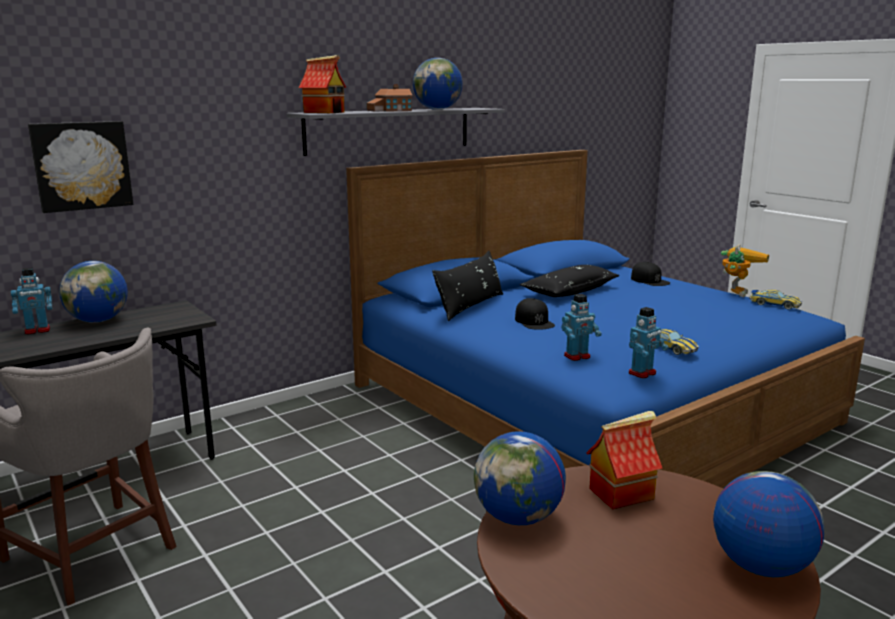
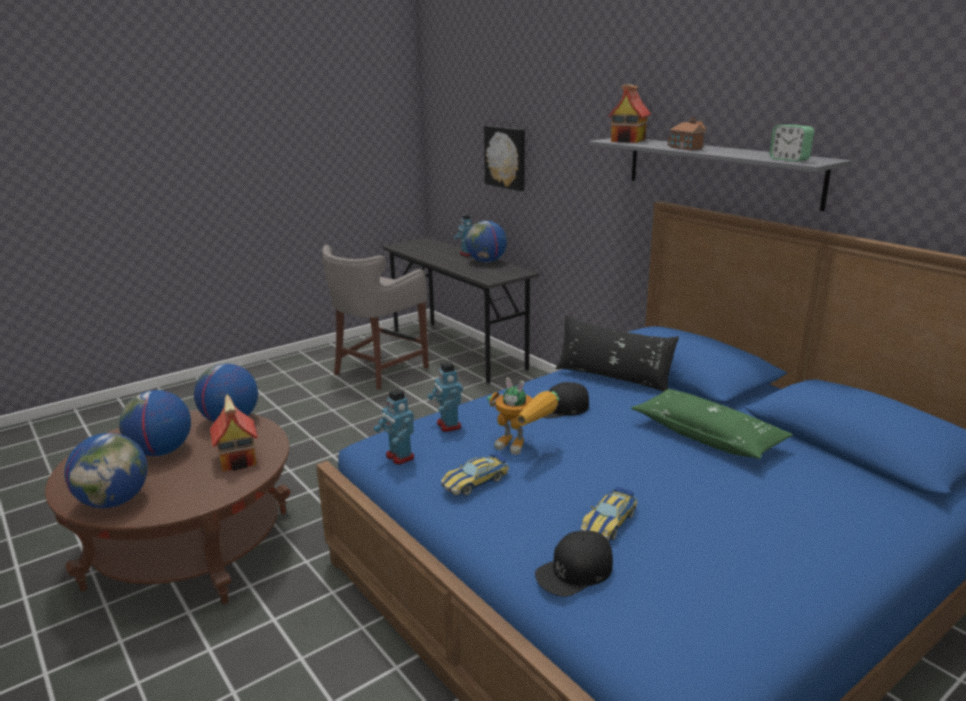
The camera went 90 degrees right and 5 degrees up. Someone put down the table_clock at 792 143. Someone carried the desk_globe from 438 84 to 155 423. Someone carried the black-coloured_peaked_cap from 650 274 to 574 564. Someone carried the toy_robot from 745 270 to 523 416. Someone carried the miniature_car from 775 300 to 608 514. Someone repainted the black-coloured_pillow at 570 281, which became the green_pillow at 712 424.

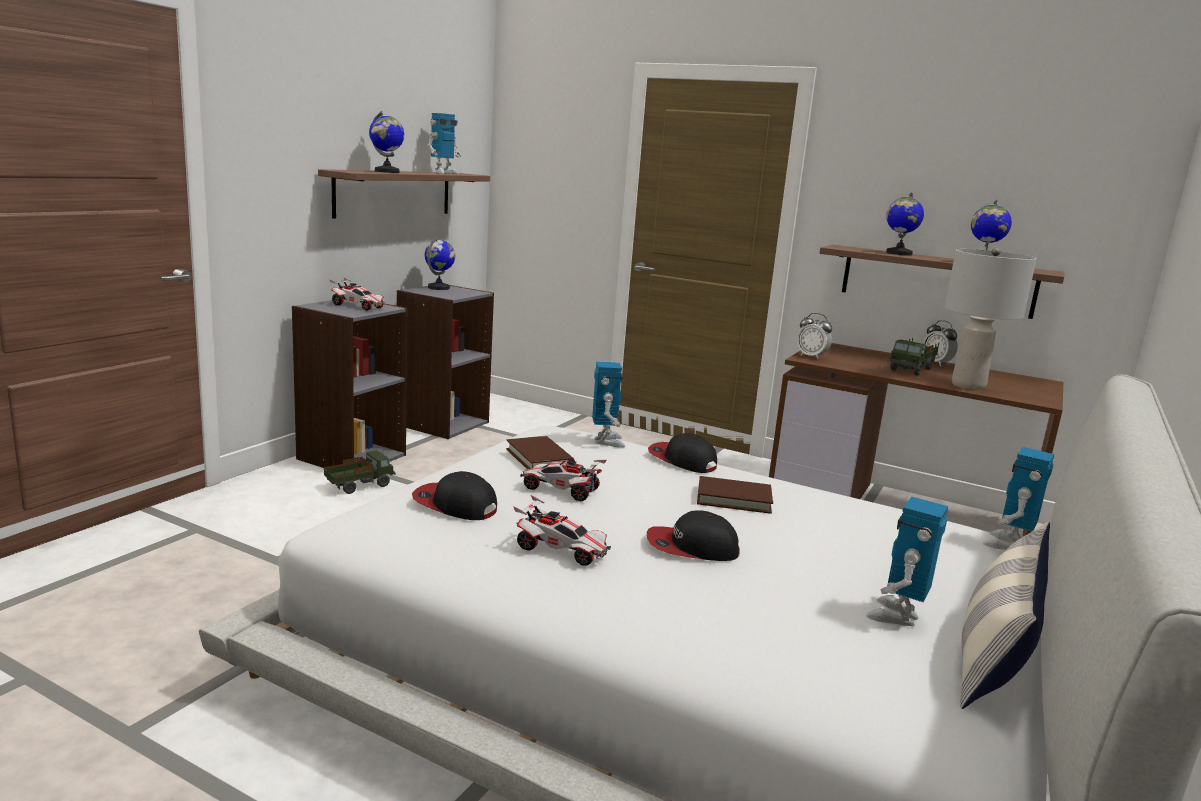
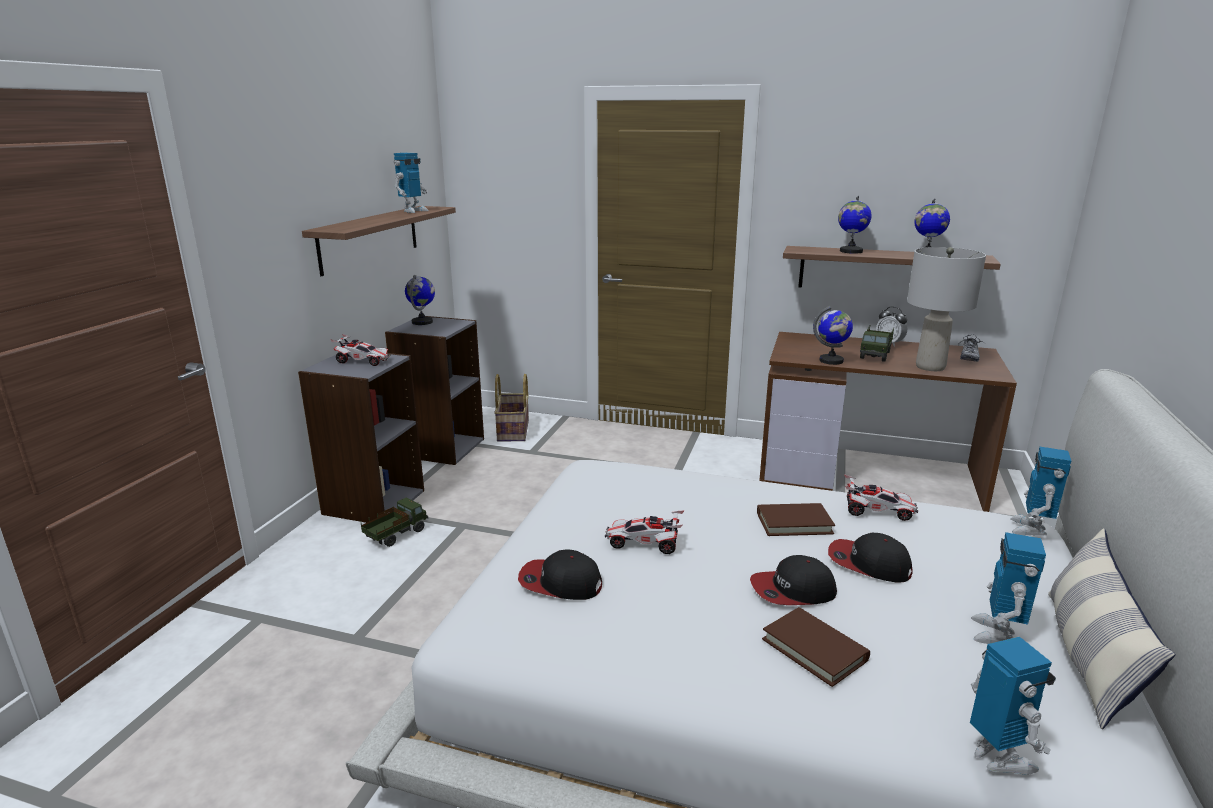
The camera went 10 degrees left and 5 degrees up. Someone took away the table_clock at 814 336. Someone put down the household_basket at 511 408. Someone put down the low_shoe at 971 348. Someone carried the desk_globe from 386 142 to 833 335. Someone carried the brown_volume from 540 452 to 816 647. Someone carried the miniature_car from 562 530 to 881 497. Someone carried the toy_robot from 608 404 to 1013 706. Someone carried the peaked_cap from 682 453 to 870 558.

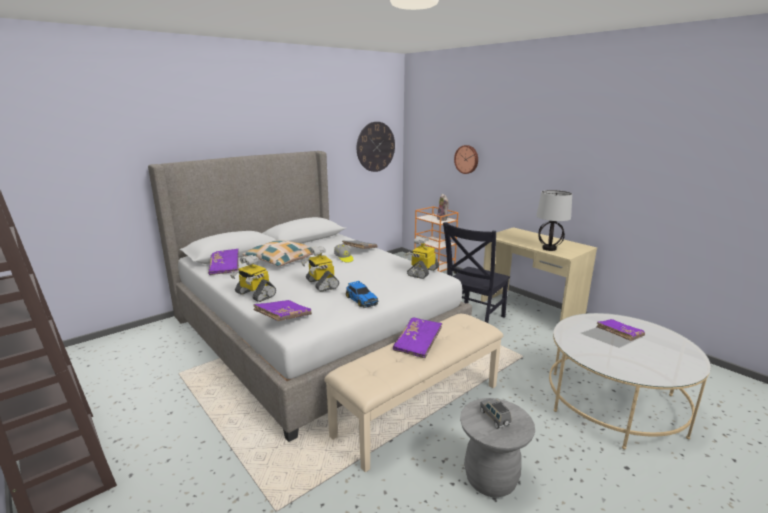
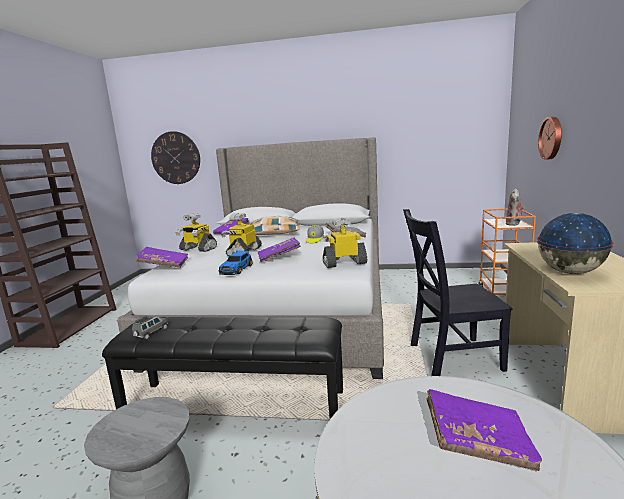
The camera went 50 degrees right and 5 degrees down. Someone carried the clock_on_the_wall from 376 147 to 175 157. Someone carried the purplish_volume from 417 338 to 279 250. Someone carried the grey_miniature_car from 495 414 to 150 327. Someone swapped the tabletop_lamp at 554 220 for the desk_globe at 575 243. Someone repainted the sand-coloured_long_seat at 413 393, which became the black-coloured_long_seat at 222 368. Someone rotated the toy_robot at 253 278 by 60 degrees counterclockwise.

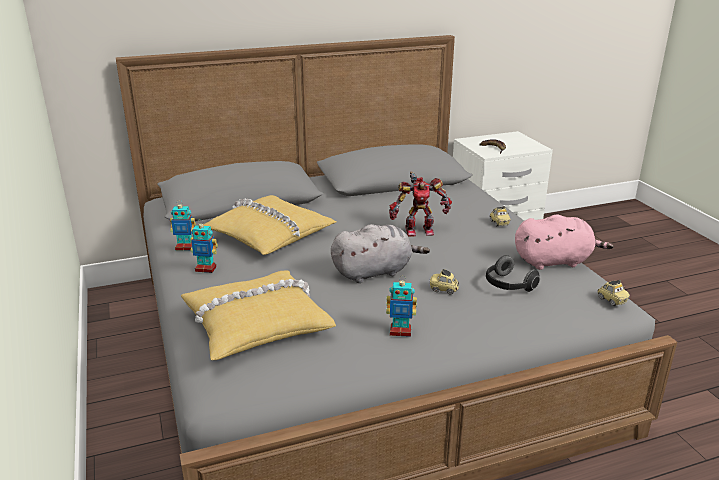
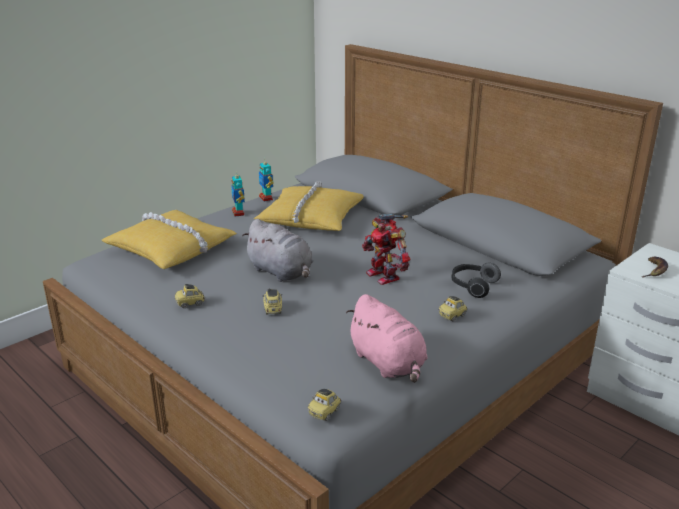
The camera went 65 degrees right and 0 degrees up. Someone carried the headphones from 513 273 to 476 280. Someone swapped the toy_robot at 401 306 for the miniature_car at 190 296.

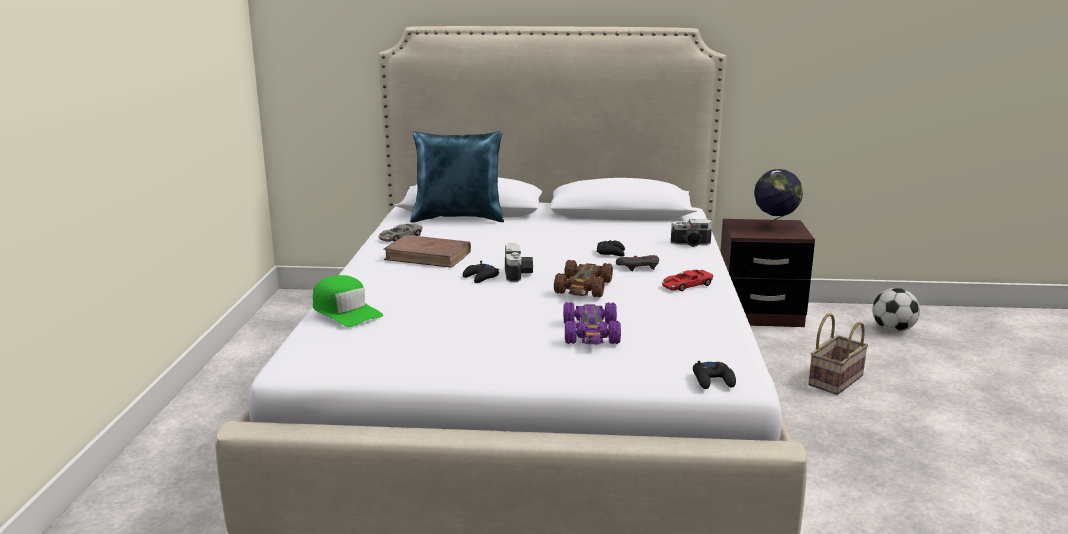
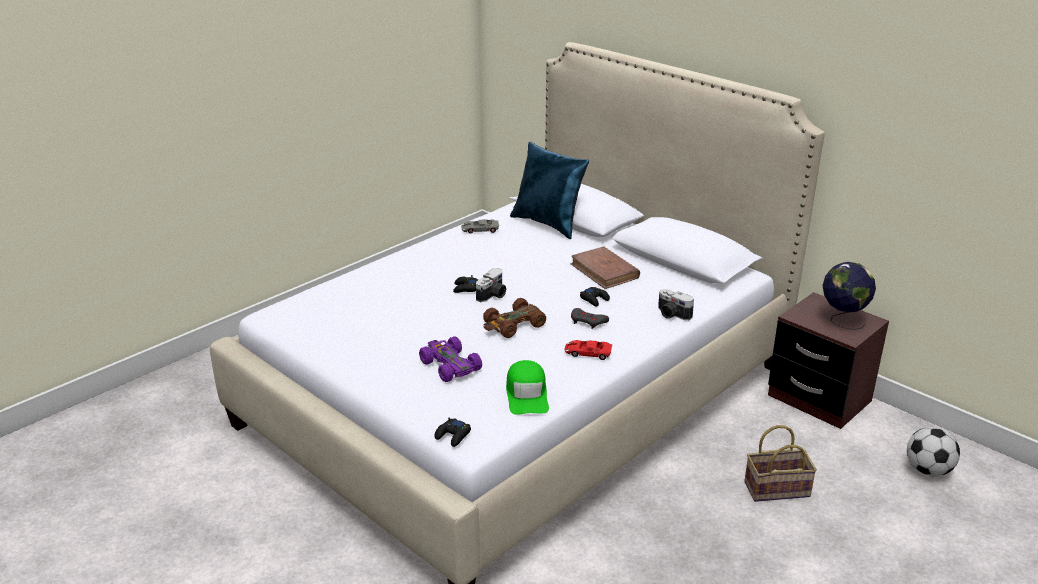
The camera went 40 degrees right and 10 degrees up. Someone carried the green_peaked_cap from 348 301 to 527 387. Someone carried the brown_volume from 427 251 to 605 267. Someone rotated the purplish_miniature_car at 592 323 by 105 degrees clockwise.

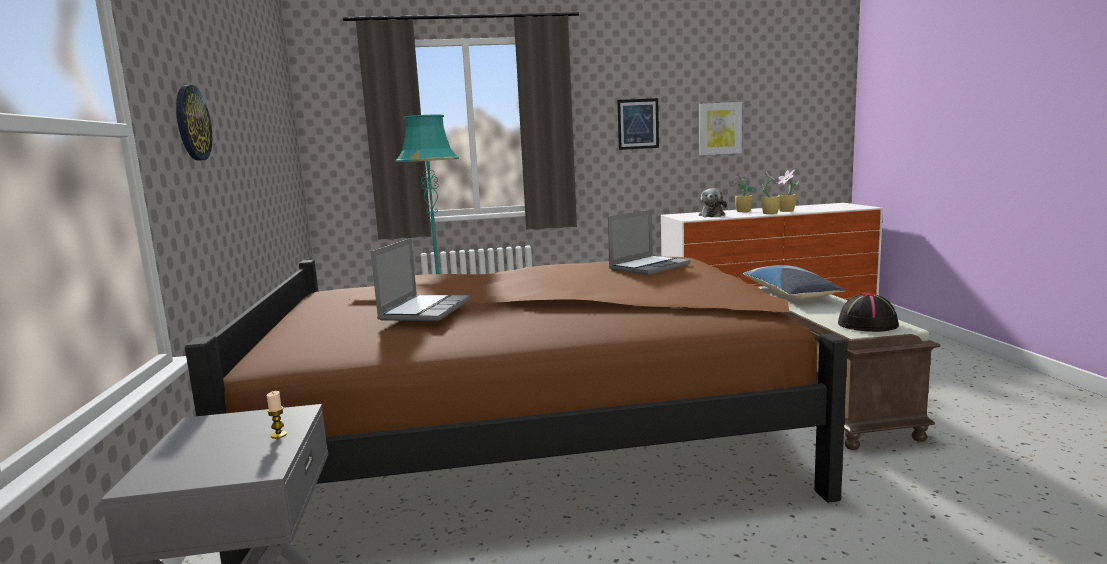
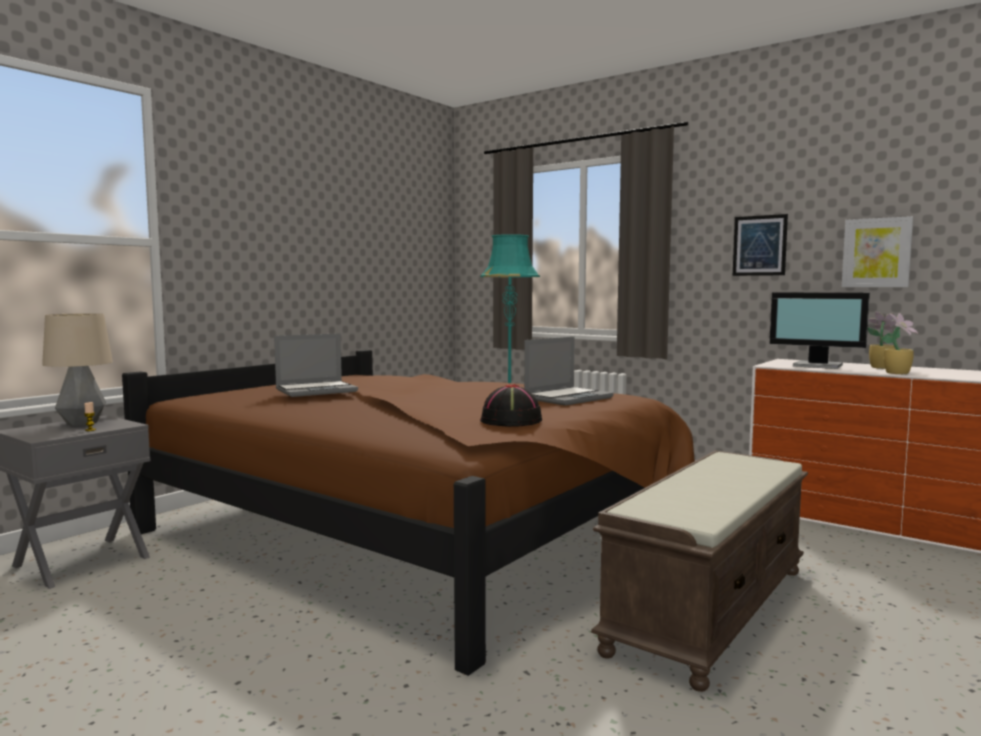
The camera went 45 degrees right and 5 degrees down. Someone took away the clock_on_the_wall at 194 123. Someone took away the pillow at 794 282. Someone took away the plant_in_a_pot at 788 191. Someone put down the tabletop_lamp at 77 369. Someone carried the black-coloured_wearable_hat from 868 312 to 511 405. Someone swapped the cuddly_toy at 713 203 for the monitor at 820 330. Someone rotated the notebook_computer at 649 242 by 45 degrees counterclockwise.

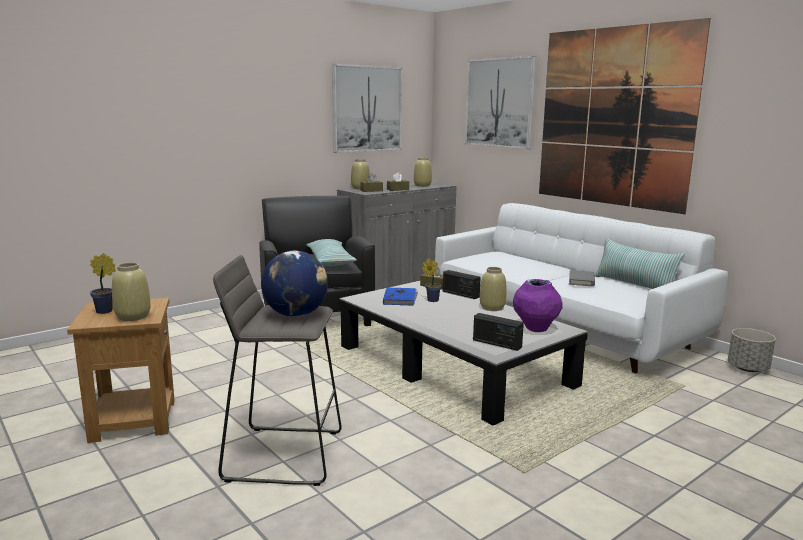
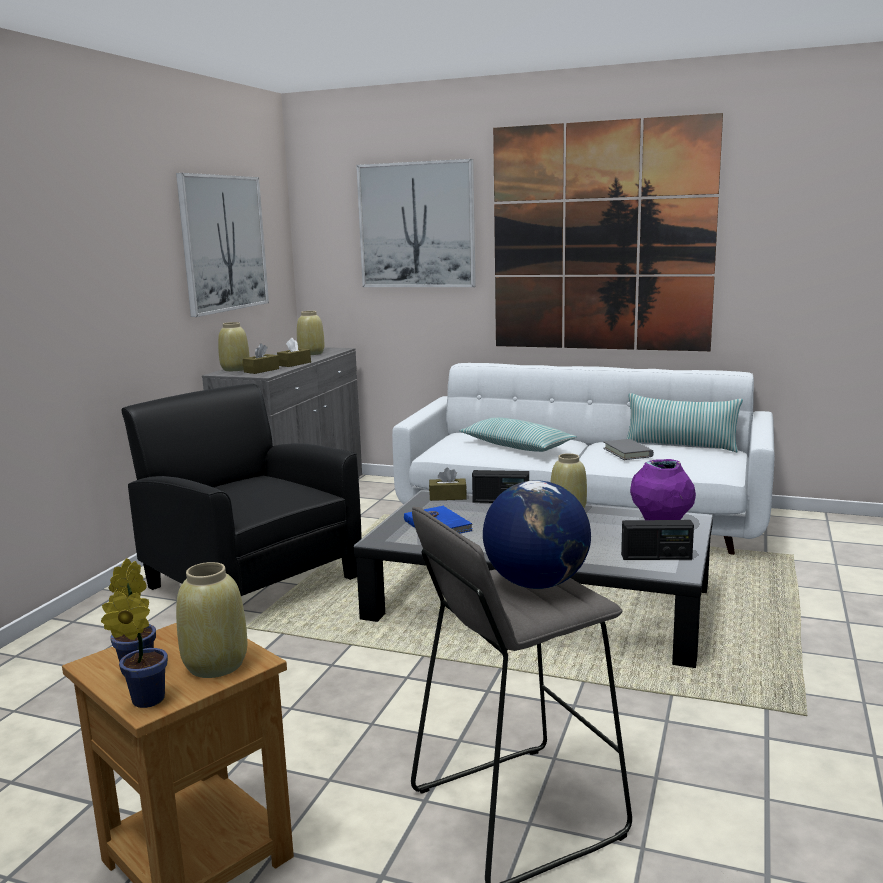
The camera went 30 degrees left and 0 degrees up. Someone took away the grey_flower_pot at 752 350. Someone carried the pillow from 331 252 to 518 435. Someone carried the plant_in_a_pot from 432 280 to 134 649.

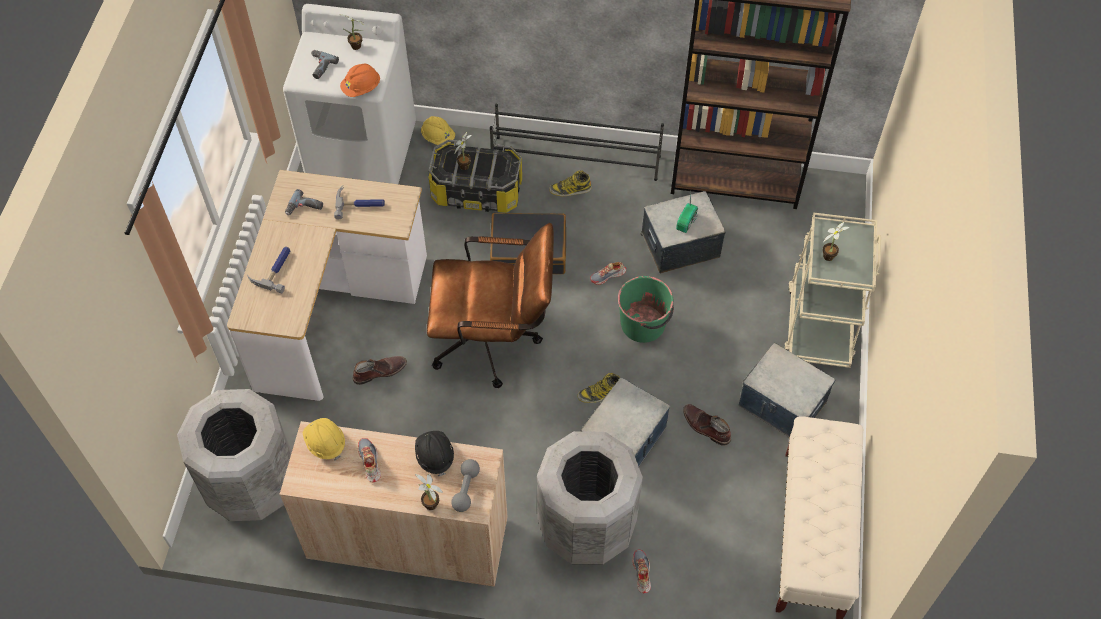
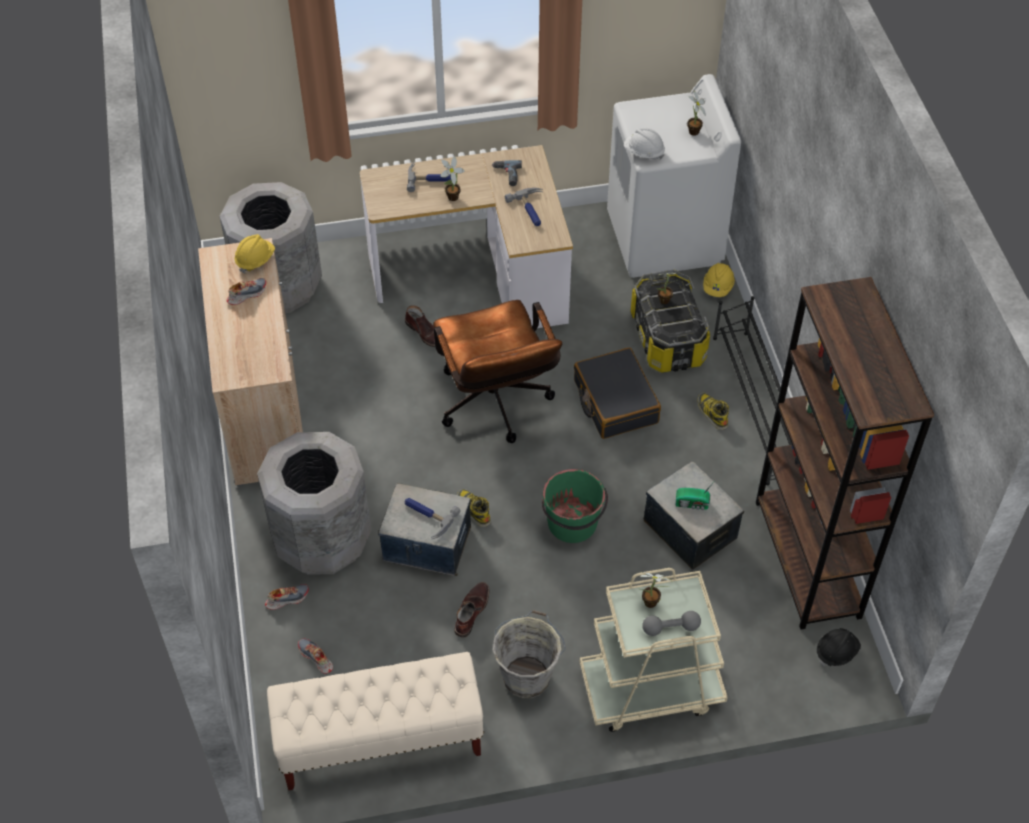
The camera went 70 degrees right and 5 degrees down. Someone took away the power_drill at 325 64. Someone put down the hammer at 433 518. Someone carried the black-coloured_safety_helmet from 434 453 to 839 647. Someone carried the plant_in_a_pot from 429 492 to 452 178. Someone carried the grey_dumbbell from 465 485 to 671 623. Someone carried the low_shoe from 608 273 to 315 656. Someone swapped the storage_bin at 787 390 for the grey_water_bucket at 529 654. Someone repainted the orange_safety_helmet at 360 80, which became the white-coloured_safety_helmet at 644 144.

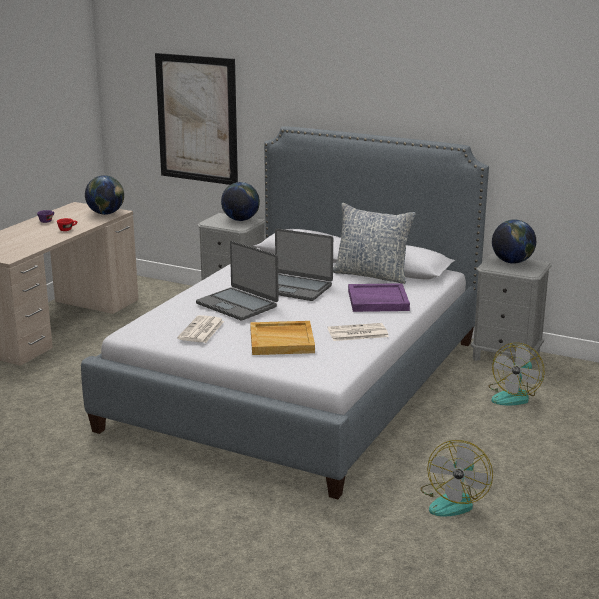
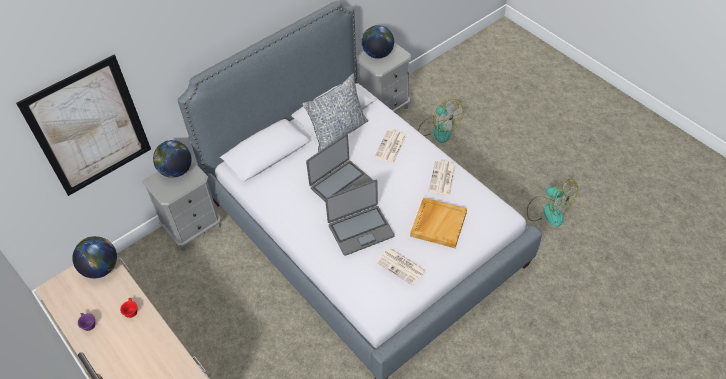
The camera went 65 degrees left and 30 degrees up. Someone swapped the purplish_carrying_tray at 379 297 for the newspaper at 390 146.

